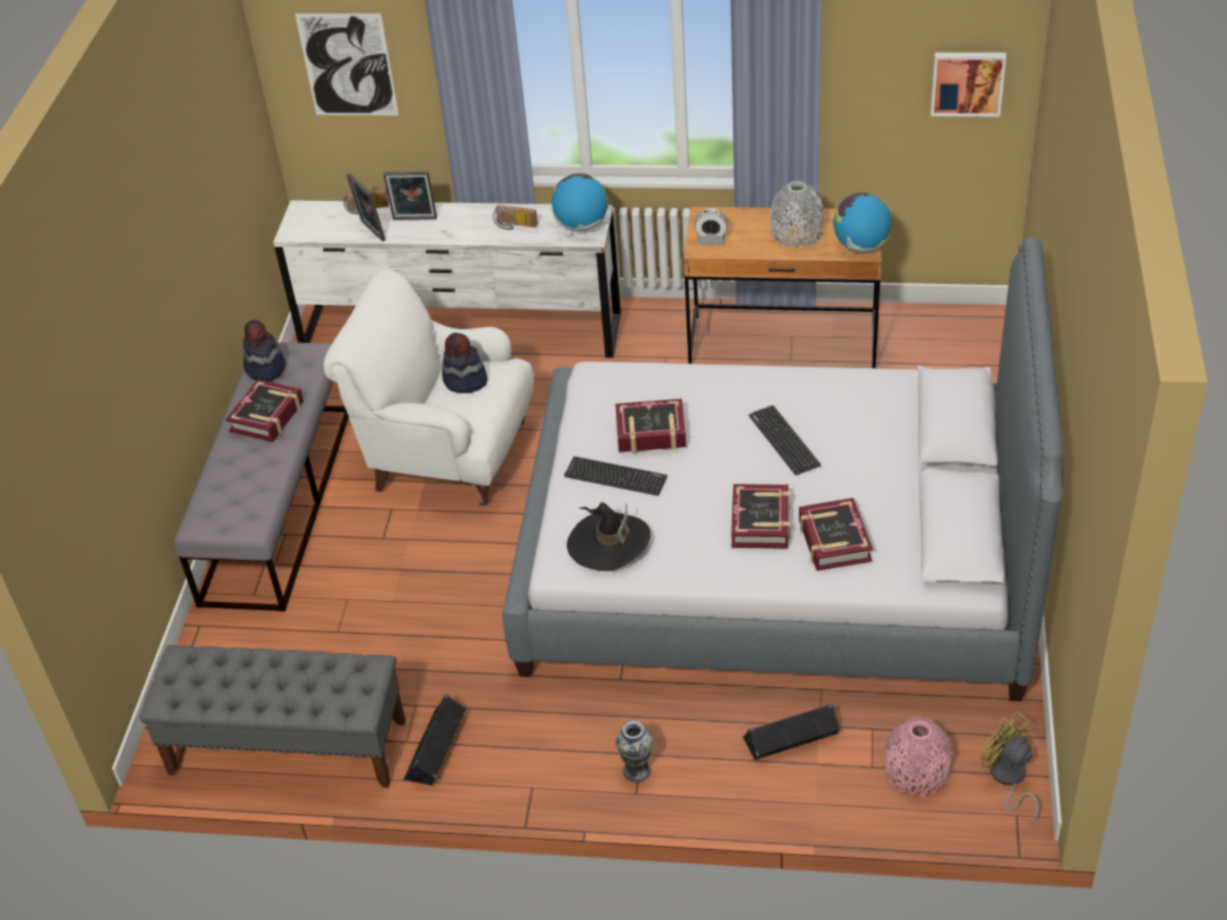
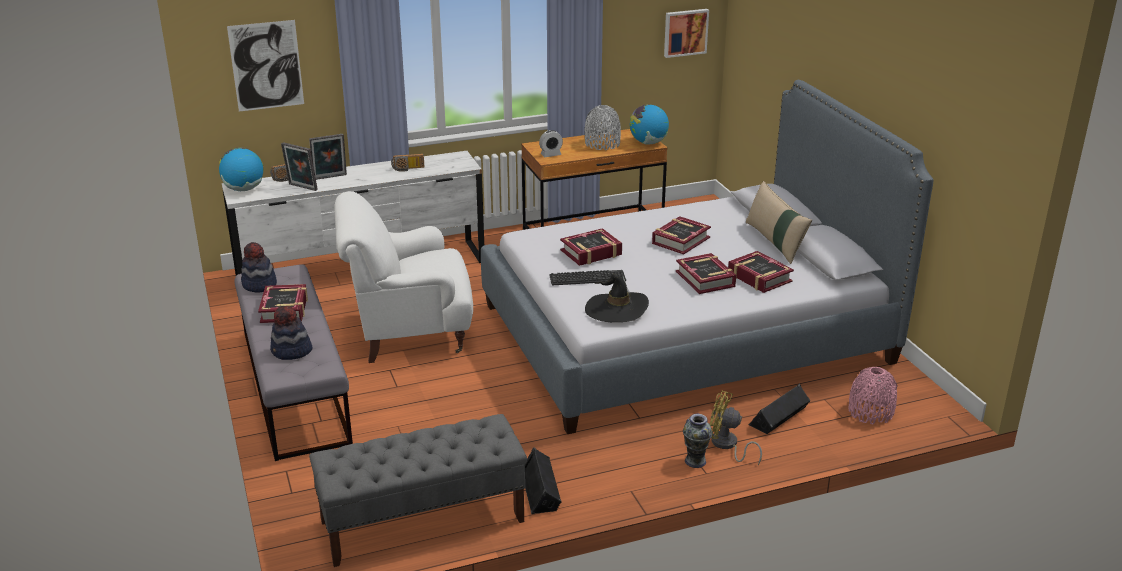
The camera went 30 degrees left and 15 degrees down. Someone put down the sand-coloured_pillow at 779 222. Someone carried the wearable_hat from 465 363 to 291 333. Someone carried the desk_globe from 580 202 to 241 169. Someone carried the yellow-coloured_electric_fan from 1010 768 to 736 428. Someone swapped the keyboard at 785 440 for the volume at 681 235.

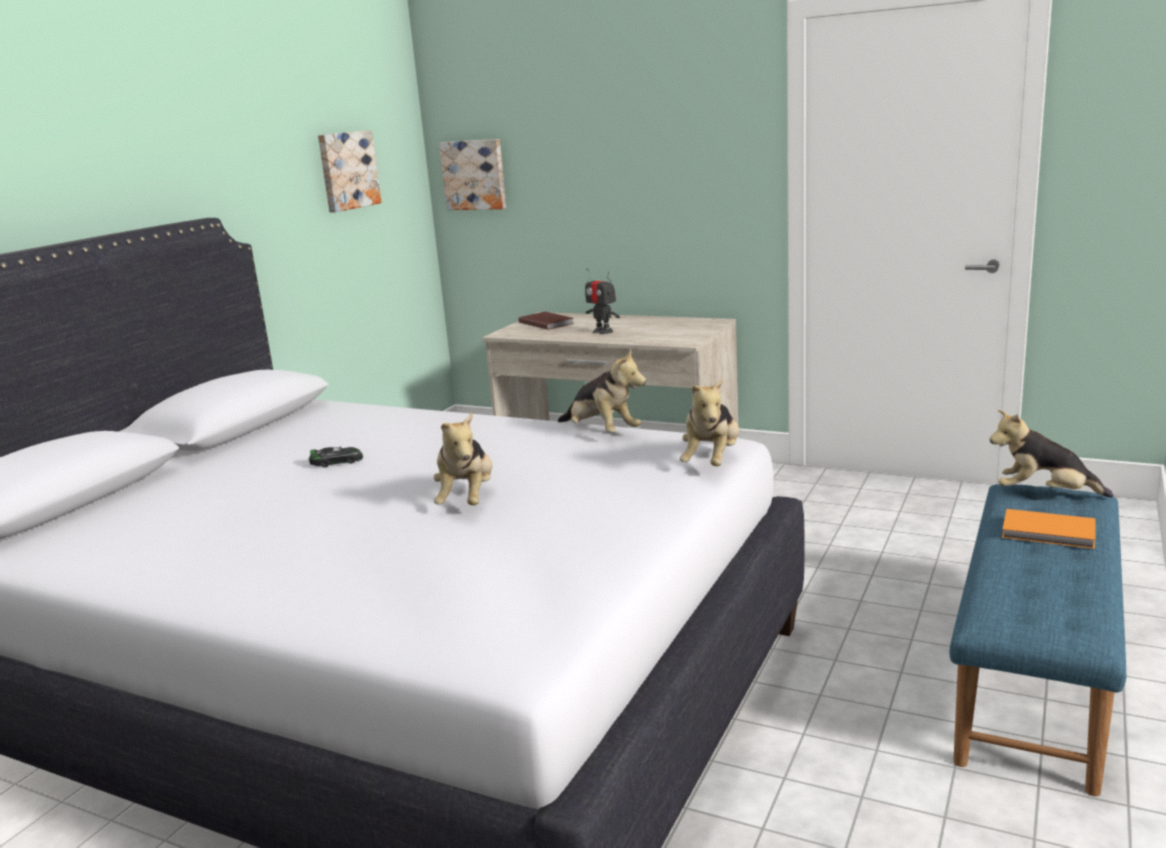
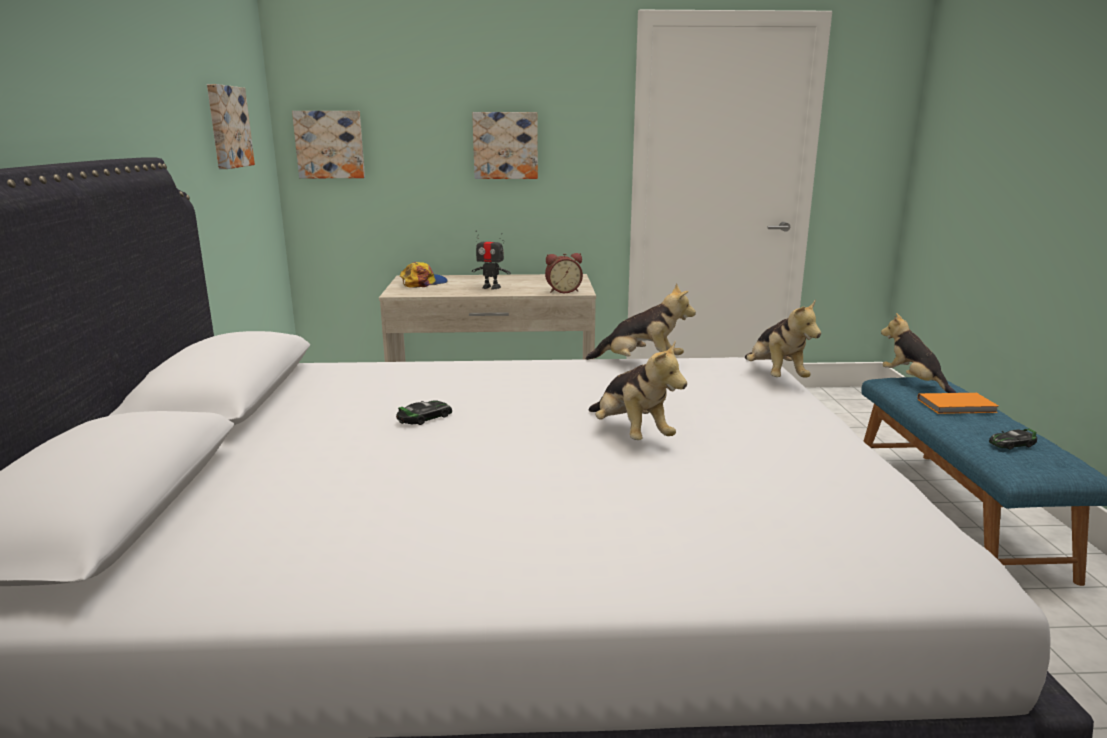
The camera went 30 degrees left and 0 degrees up. Someone put up the wall_art at 505 145. Someone put down the table_clock at 564 273. Someone put down the miniature_car at 1013 439. Someone swapped the brown_volume at 546 321 for the peaked_cap at 424 275. Someone rotated the cuddly_toy at 1052 454 by 75 degrees clockwise.

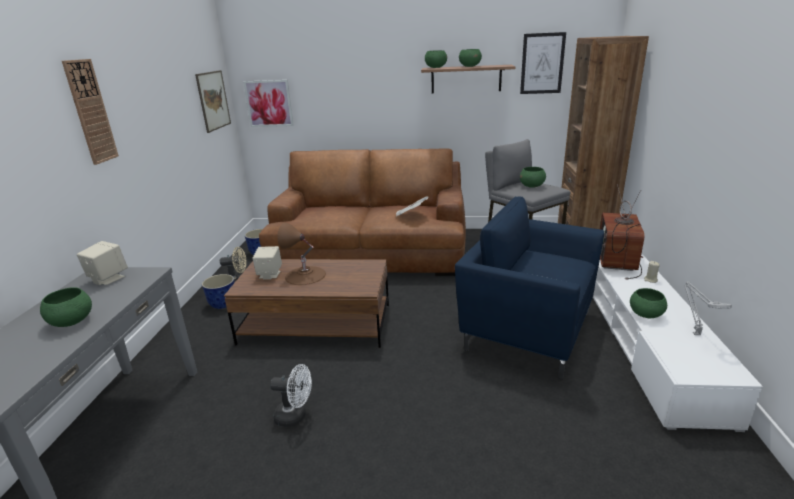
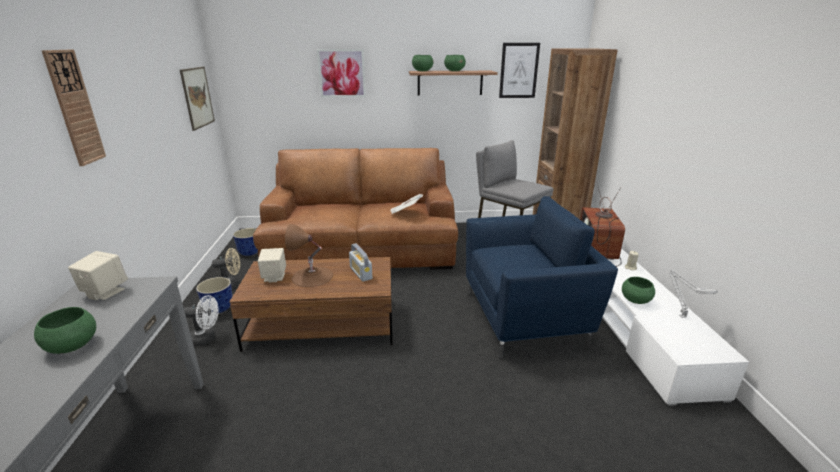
The camera went 10 degrees left and 0 degrees up. Someone took away the green_deep_dish at 533 177. Someone put down the radio at 361 262. Someone carried the wall_art from 268 103 to 341 73. Someone carried the white-coloured_electric_fan from 291 395 to 201 320. Someone rotated the blue_armchair at 529 288 by 150 degrees clockwise.

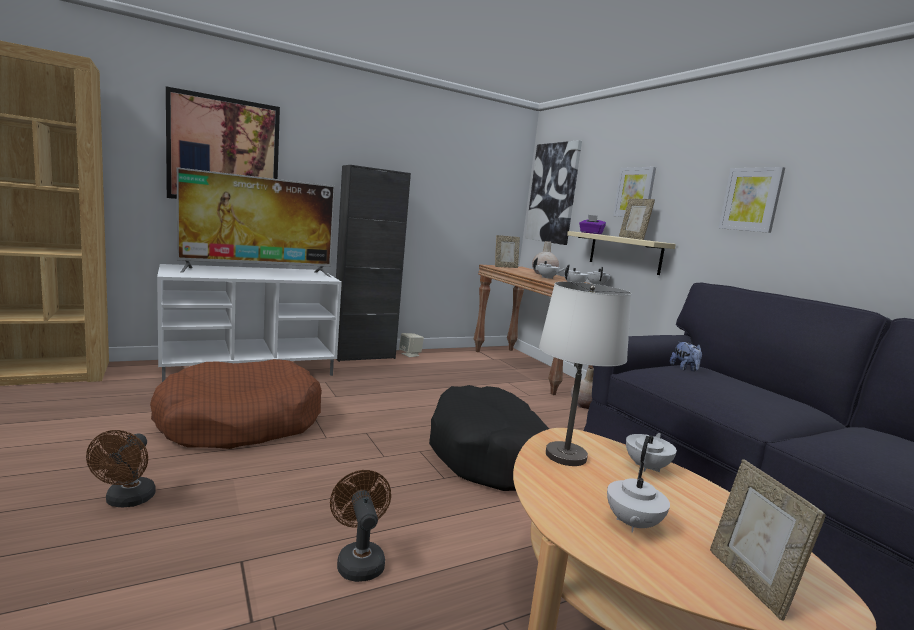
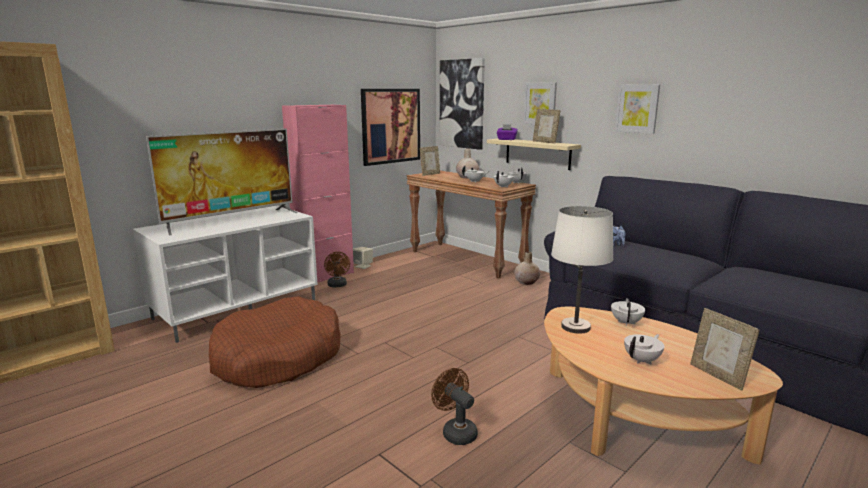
The camera went 15 degrees left and 5 degrees up. Someone took away the black-coloured_dog_bed at 489 438. Someone carried the brown_electric_fan from 121 468 to 337 270. Someone carried the wall_art from 223 142 to 390 127. Someone repainted the black-coloured_cupboard at 373 263, which became the pinkish_cupboard at 318 194. Someone rotated the white-coloured_tea_pot at 638 498 by 135 degrees counterclockwise.

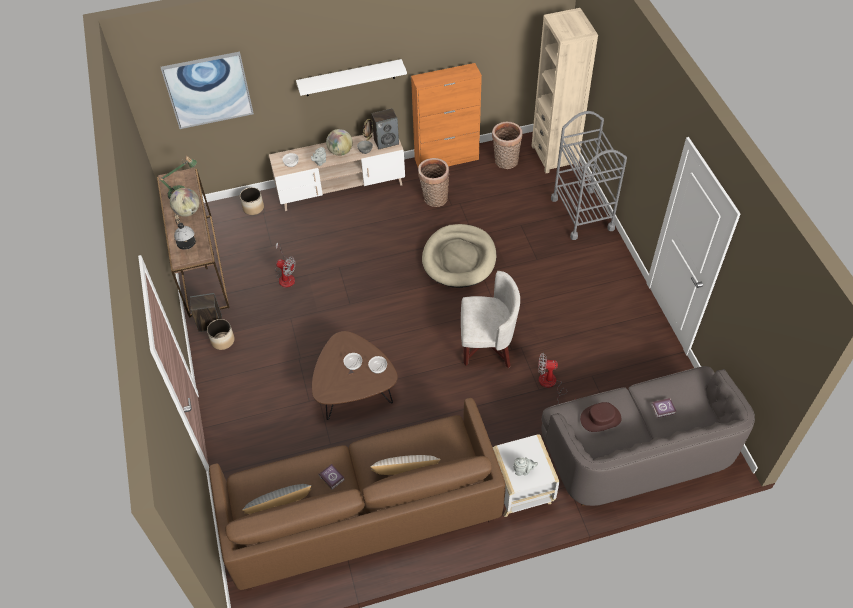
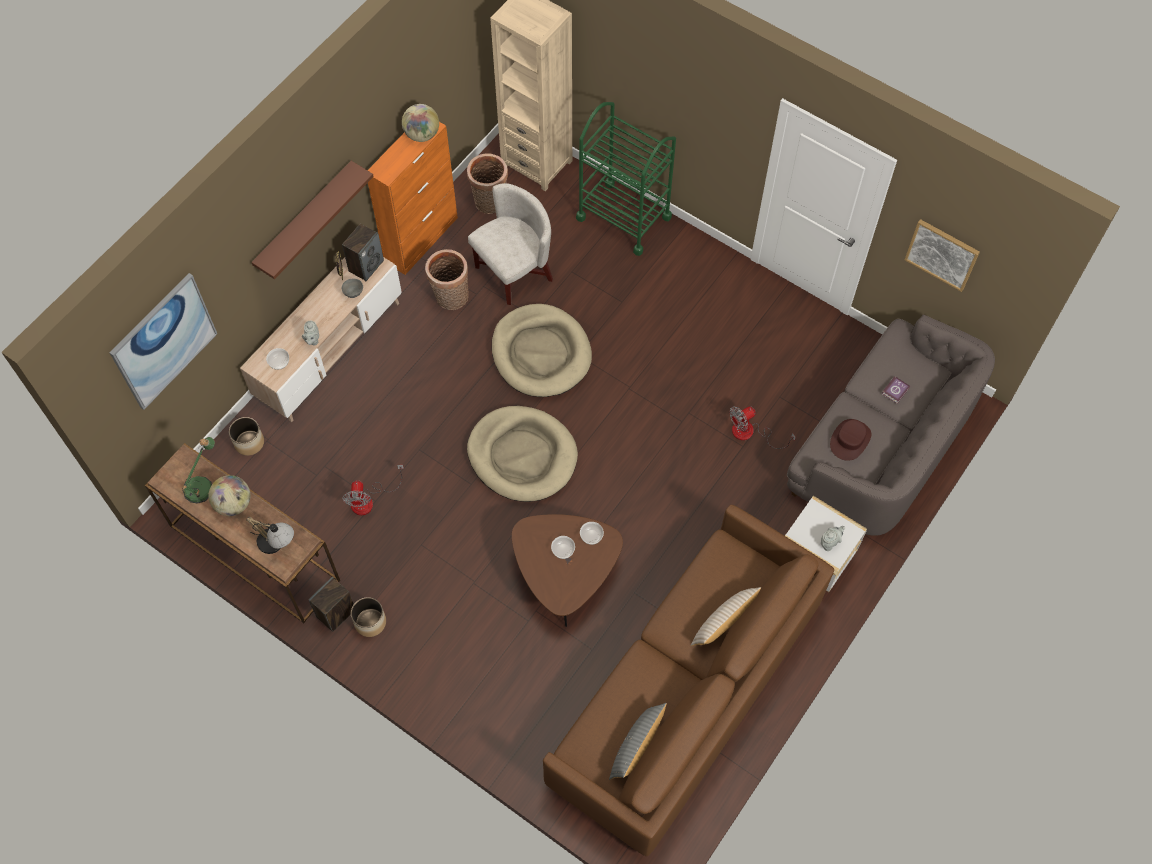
The camera went 40 degrees left and 10 degrees up. Someone took away the volume at 332 477. Someone put down the sand-coloured_dog_bed at 522 454. Someone put up the wall_art at 942 255. Someone carried the desk_globe from 339 142 to 420 123. Someone carried the white-coloured_armchair from 490 319 to 510 244. Someone repainted the white-coloured_wall_shelf at 351 77, which became the brown_wall_shelf at 312 220. Someone repainted the grey_wheeled_cart at 589 175, which became the green_wheeled_cart at 626 179. Someone rotated the electric_fan at 285 265 by 105 degrees clockwise.

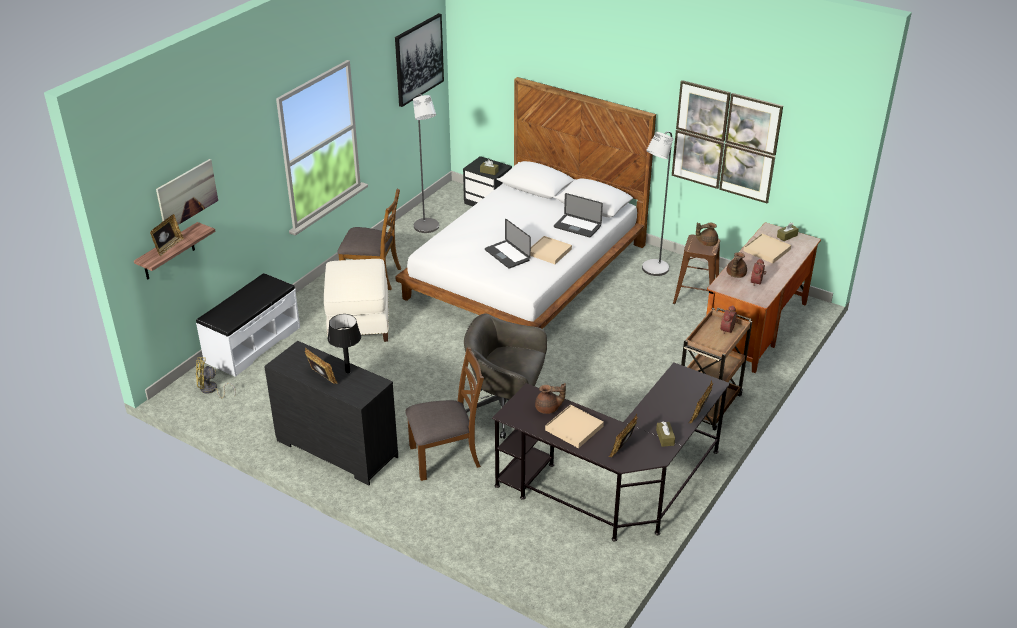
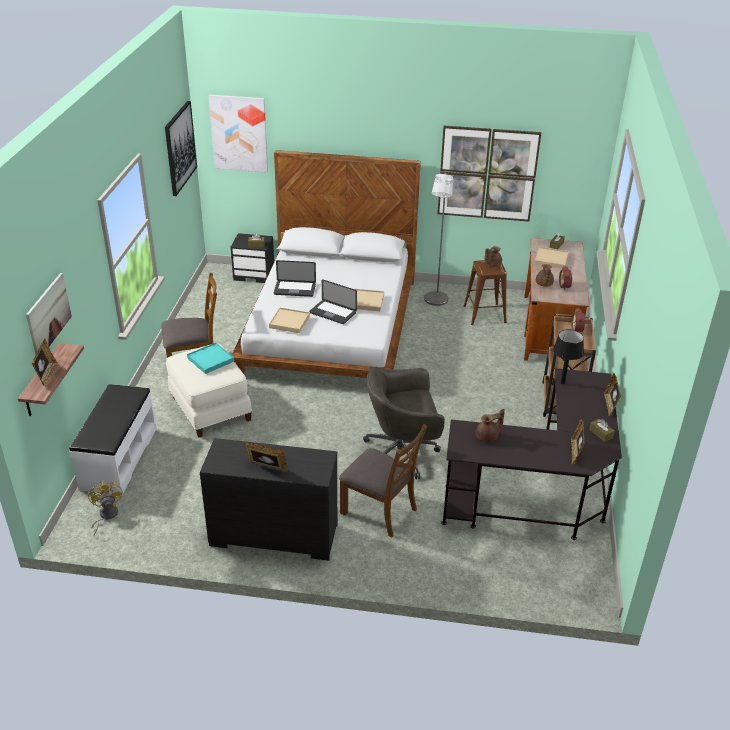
The camera went 25 degrees left and 0 degrees up. Someone took away the grey_standing_lamp at 426 163. Someone put down the turquoise_carrying_tray at 210 358. Someone put up the wall_art at 238 133. Someone carried the black-coloured_tabletop_lamp from 344 344 to 568 357. Someone carried the sand-coloured_carrying_tray from 574 426 to 289 320. Someone carried the notebook_computer from 578 215 to 295 278. Someone rotated the yellow-coloured_electric_fan at 216 377 by 105 degrees clockwise. Someone rotated the brown_plain_chair at 445 414 by 75 degrees clockwise.

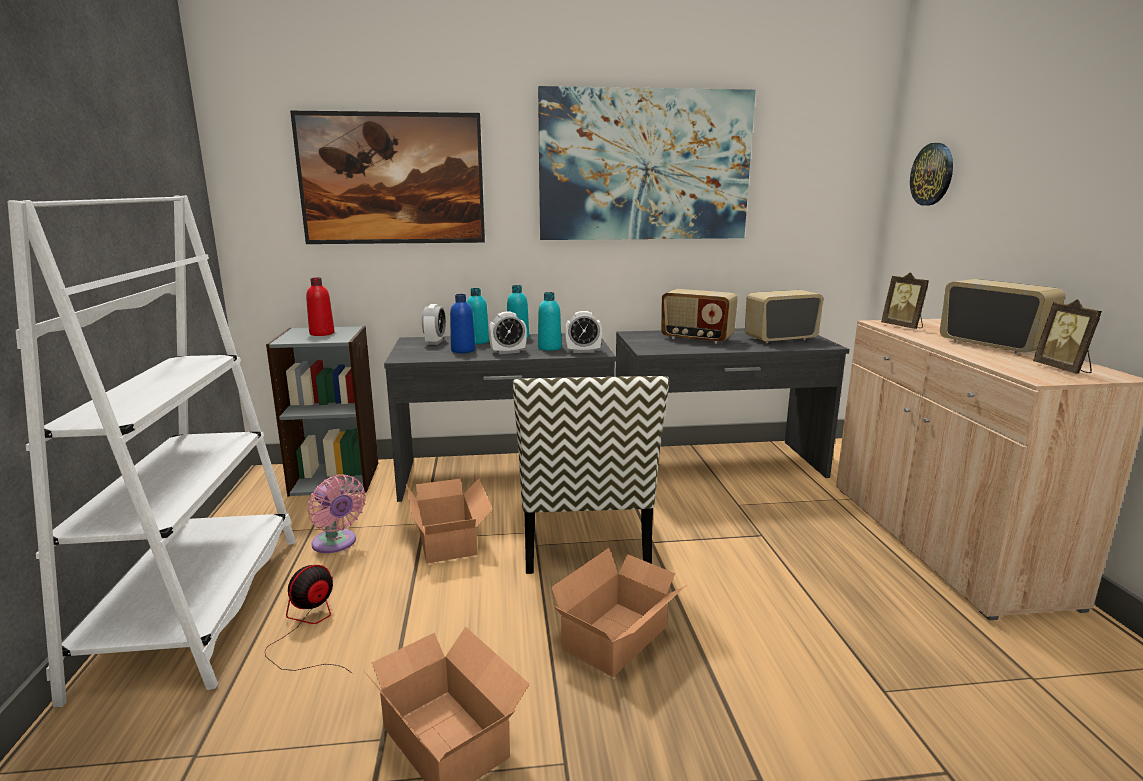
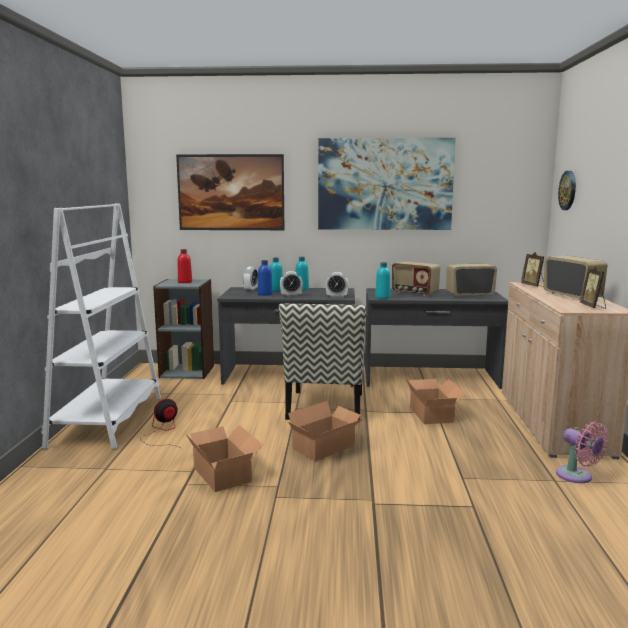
The camera went 10 degrees right and 5 degrees down. Someone carried the pinkish_electric_fan from 337 513 to 582 452. Someone carried the carton from 449 521 to 435 401. Someone carried the turquoise_beverage_bottle from 550 321 to 383 280.

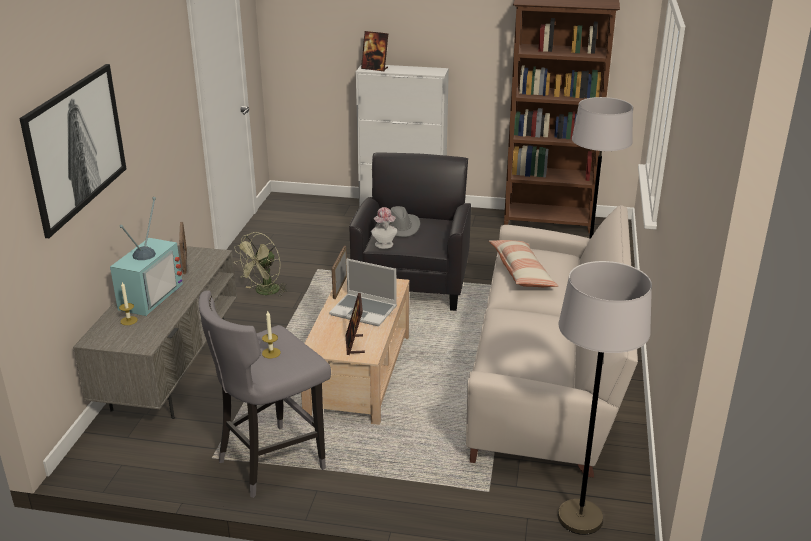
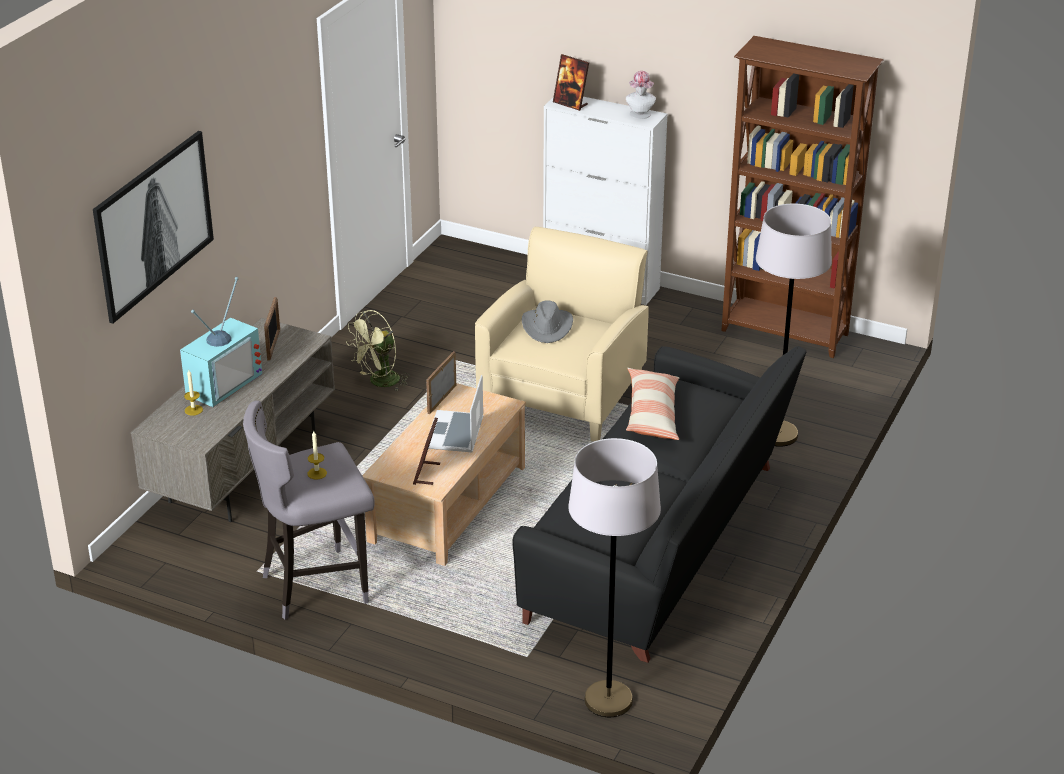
The camera went 15 degrees right and 5 degrees up. Someone carried the wearable_hat from 384 228 to 641 95. Someone repainted the black-coloured_armchair at 410 231, which became the sand-coloured_armchair at 562 334. Someone repainted the sand-coloured_couch at 552 341, which became the black-coloured_couch at 659 504. Someone rotated the notebook_computer at 363 292 by 60 degrees clockwise.

